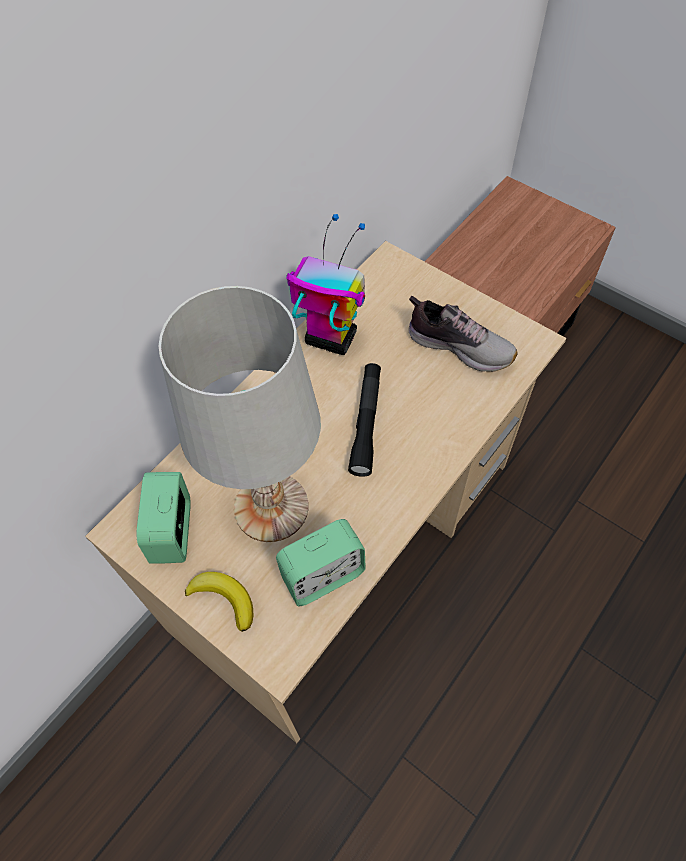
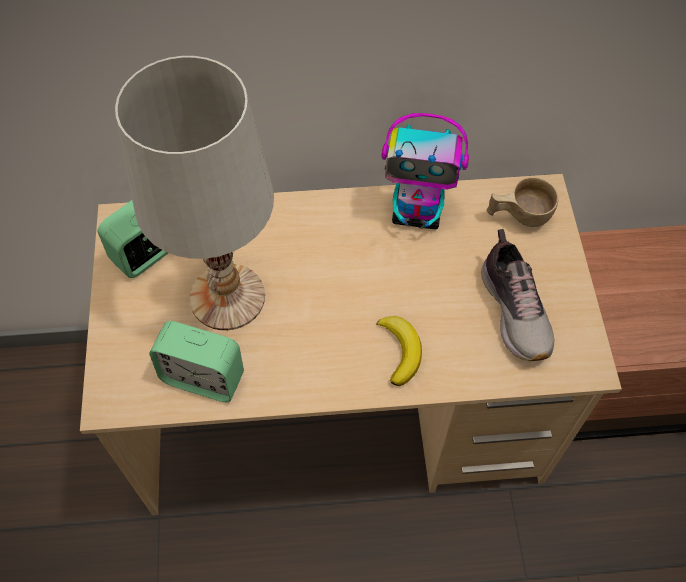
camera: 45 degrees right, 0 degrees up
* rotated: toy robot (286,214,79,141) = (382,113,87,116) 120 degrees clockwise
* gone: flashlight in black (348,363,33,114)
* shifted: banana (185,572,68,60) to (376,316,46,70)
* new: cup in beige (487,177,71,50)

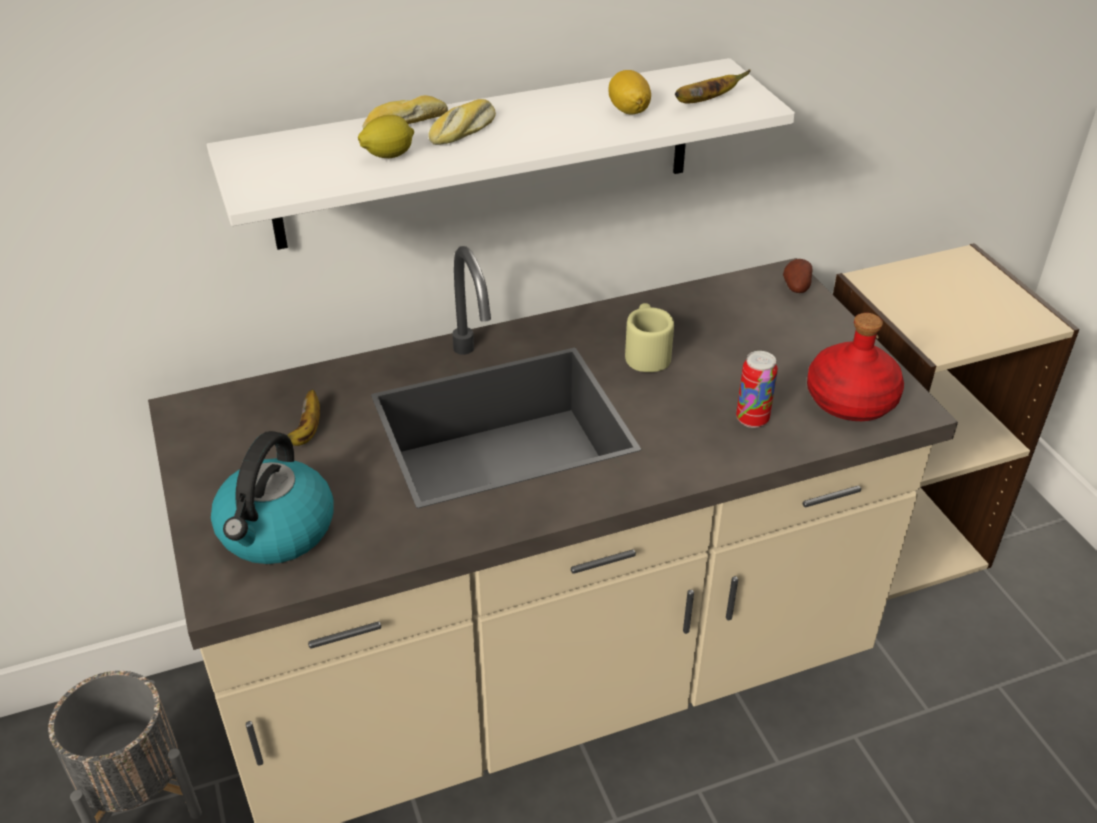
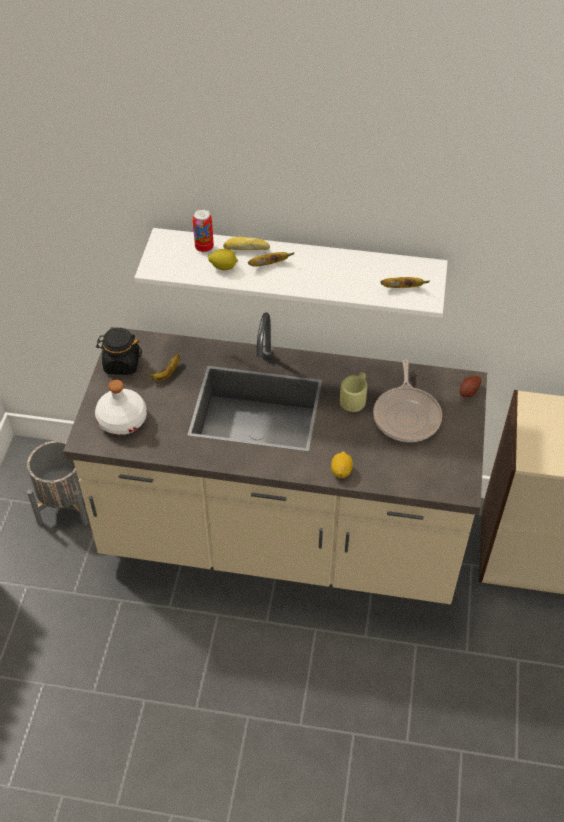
camera: 30 degrees right, 10 degrees up
* shifted: lemon (609,70,42,44) to (331,451,22,27)
* swapped: bread (429,99,67,46) to banana (248,252,46,15)
* gone: bottle in red (807,313,97,108)
* shifted: can (736,351,42,77) to (193,209,21,43)
* swapped: kettle (211,431,123,133) to bottle in white (95,380,52,55)
* new: jar in black (96,328,46,47)
* new: frying pan (373,360,69,82)

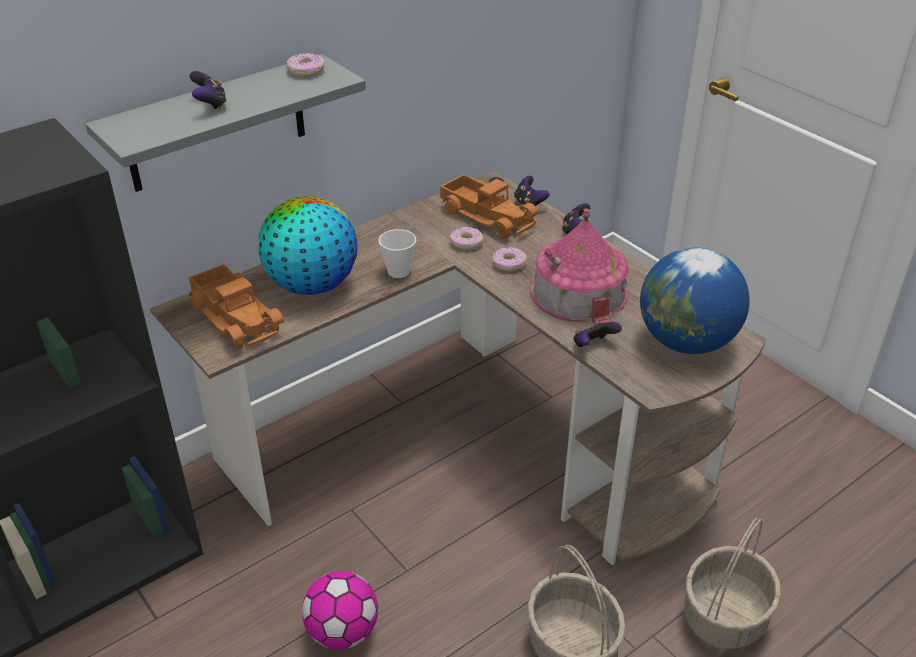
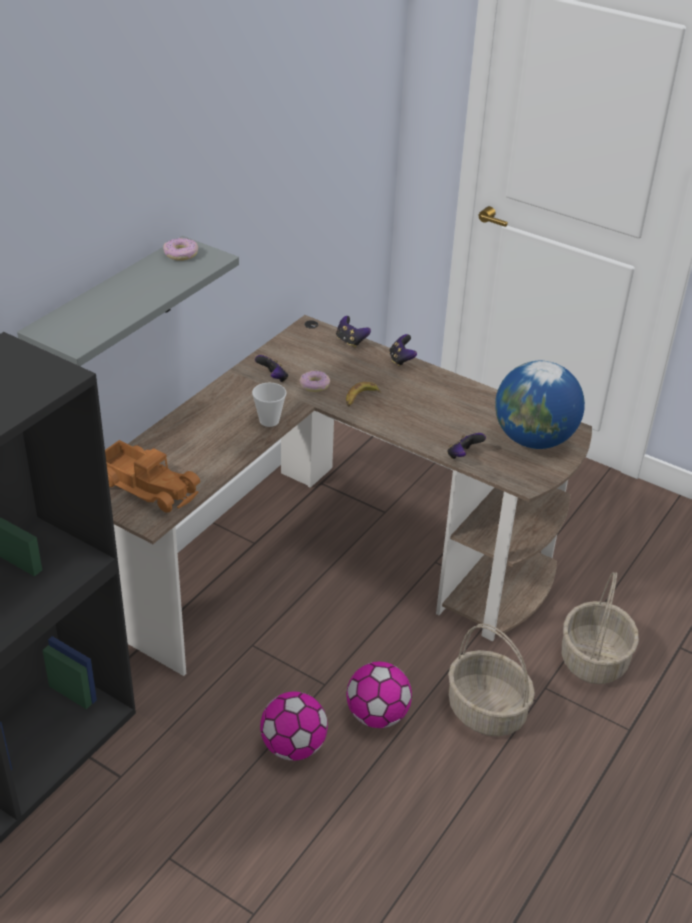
camera: 20 degrees left, 0 degrees up
* shifted: game controller (189,71,38,40) to (255,355,33,27)
* gone: toy truck (440,174,98,64)
* gone: globe (258,196,99,99)
* gone: toy house (531,209,97,114)
* swapped: donut (492,247,35,25) to banana (346,382,35,25)
* new: football (347,662,65,66)

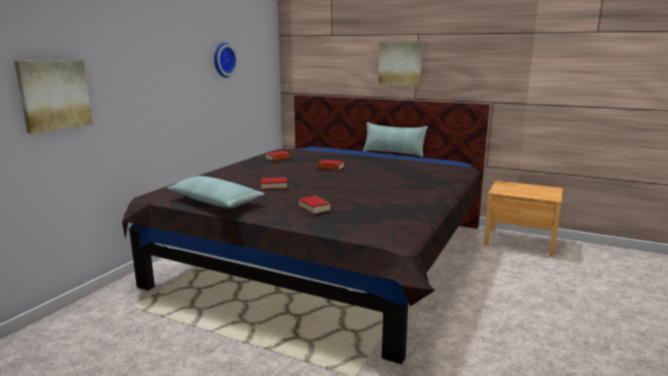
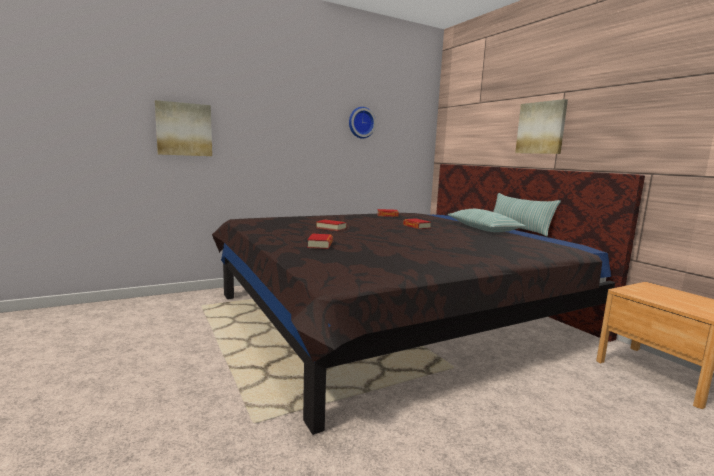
camera: 35 degrees right, 5 degrees down
* shifted: pillow (167,176,98,32) to (448,209,78,23)

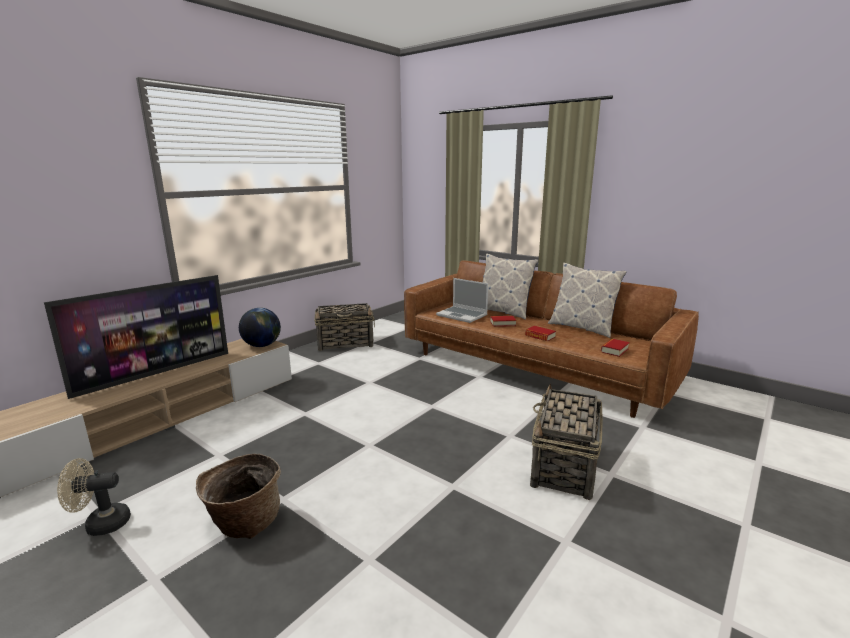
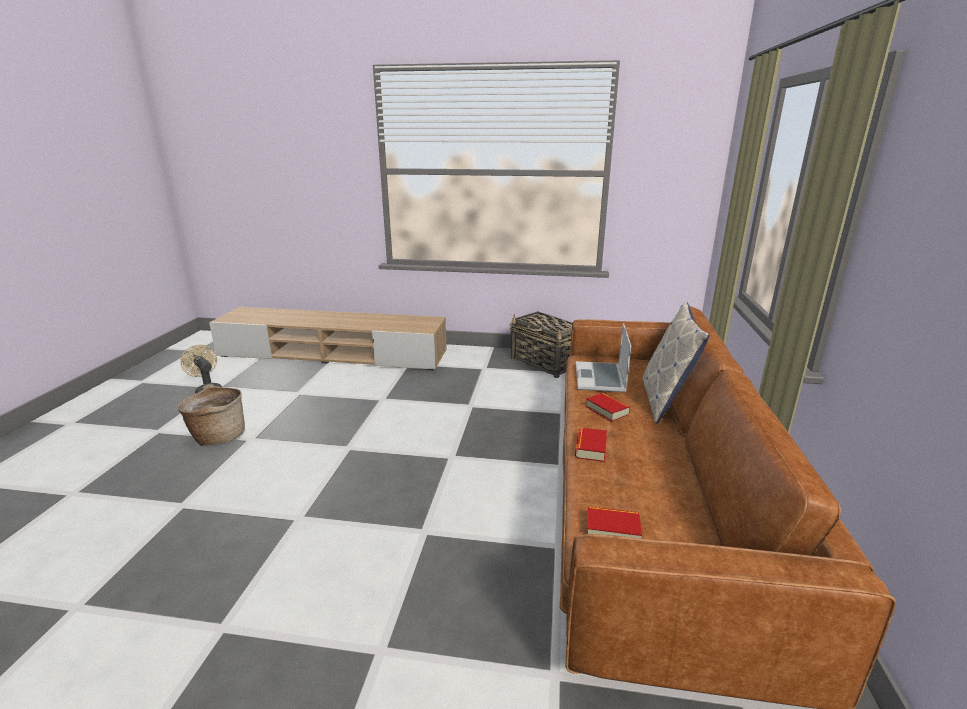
camera: 60 degrees right, 5 degrees up
* gone: pillow (548,263,79,75)
* gone: television (44,275,184,124)
* gone: globe (239,308,42,39)
* gone: basket (530,384,73,116)

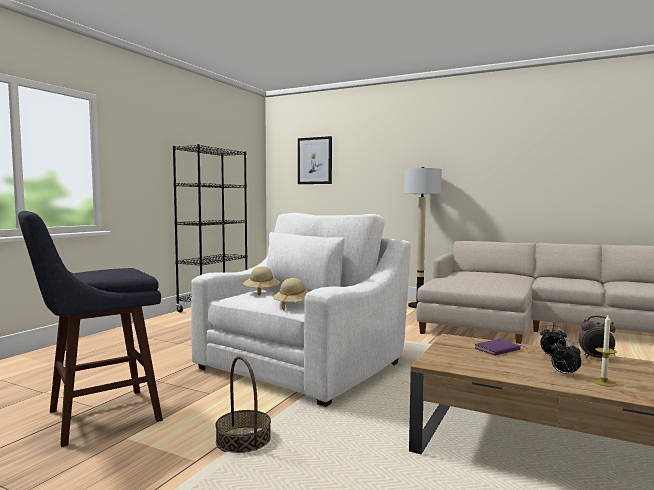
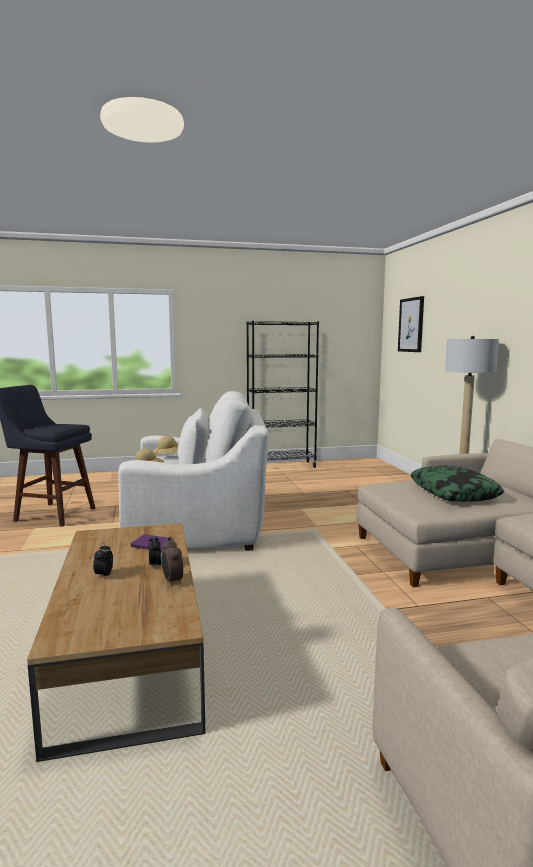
camera: 50 degrees right, 5 degrees up
* gone: candle (592,315,25,72)
* gone: basket (215,356,56,97)
* new: pillow (410,466,94,36)

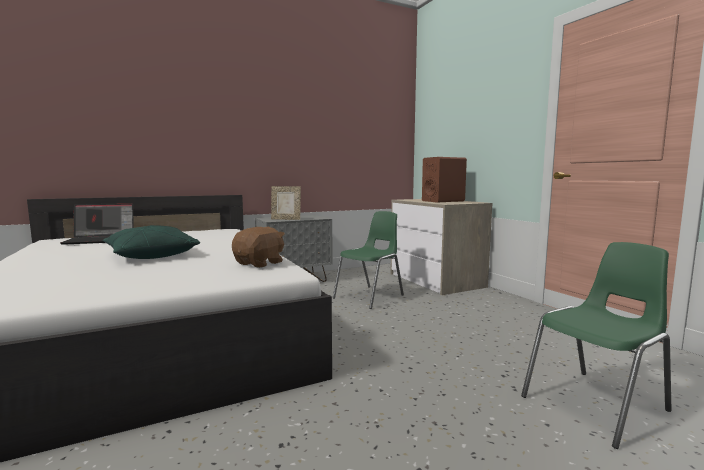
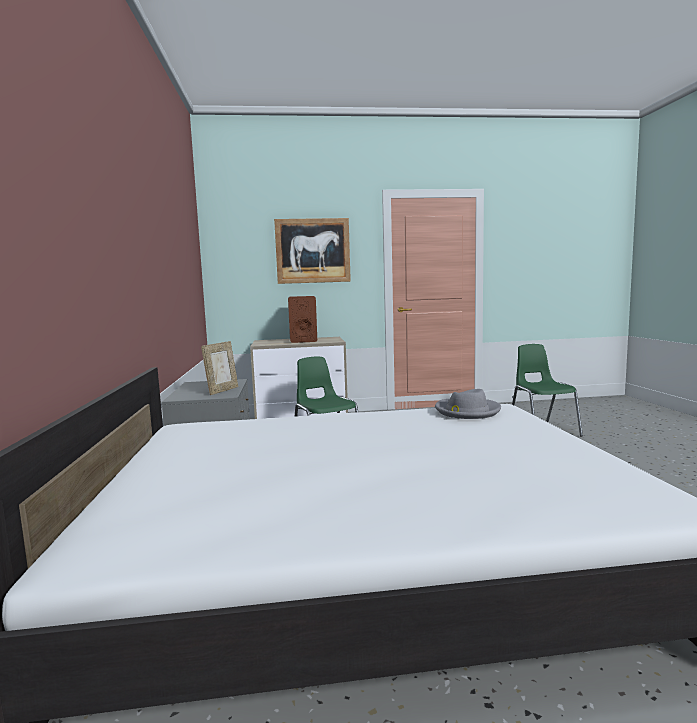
camera: 70 degrees left, 0 degrees up
* gone: laptop (60,203,74,42)
* gone: pillow in green (103,225,97,34)
* swapped: plush toy in brown (232,227,53,41) to hat in grey (435,389,66,30)
* new: picture (274,218,77,66)

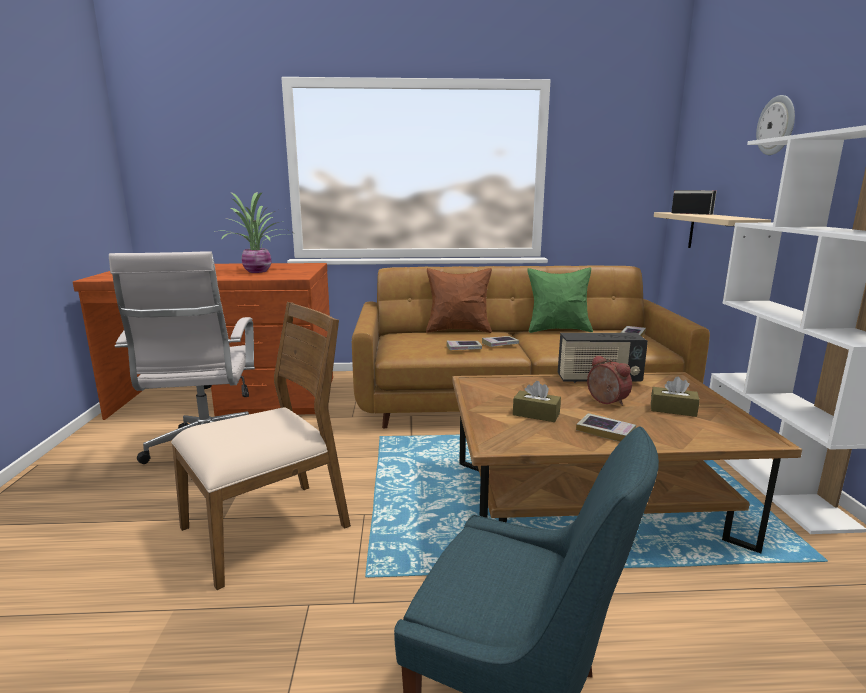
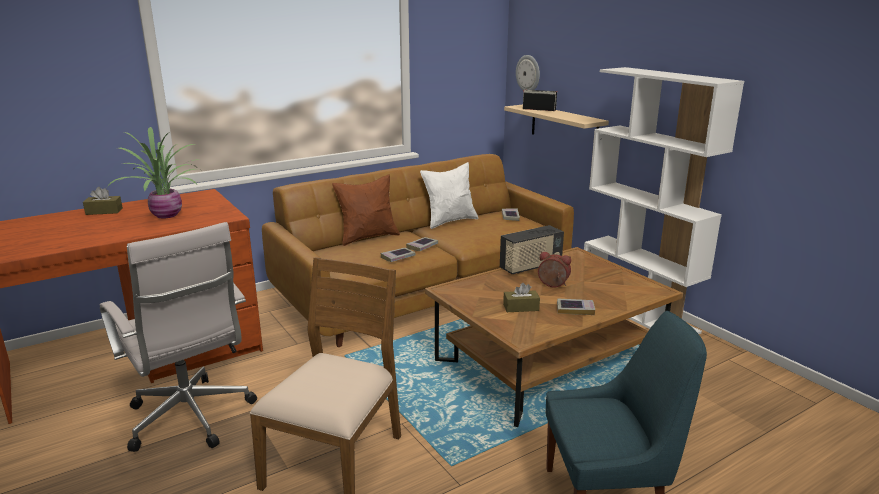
camera: 30 degrees left, 5 degrees up
* shifted: wall clock (756,95,39,60) to (516,55,24,36)
* repainted: pillow in green (527,268,66,65) to pillow in white (420,162,58,67)
* shifted: tissue box in brown (651,377,49,40) to (83,187,40,28)

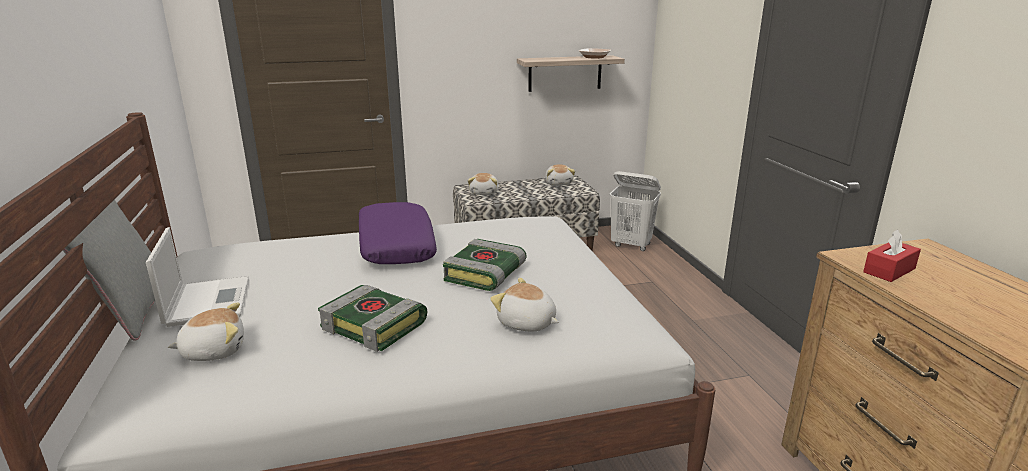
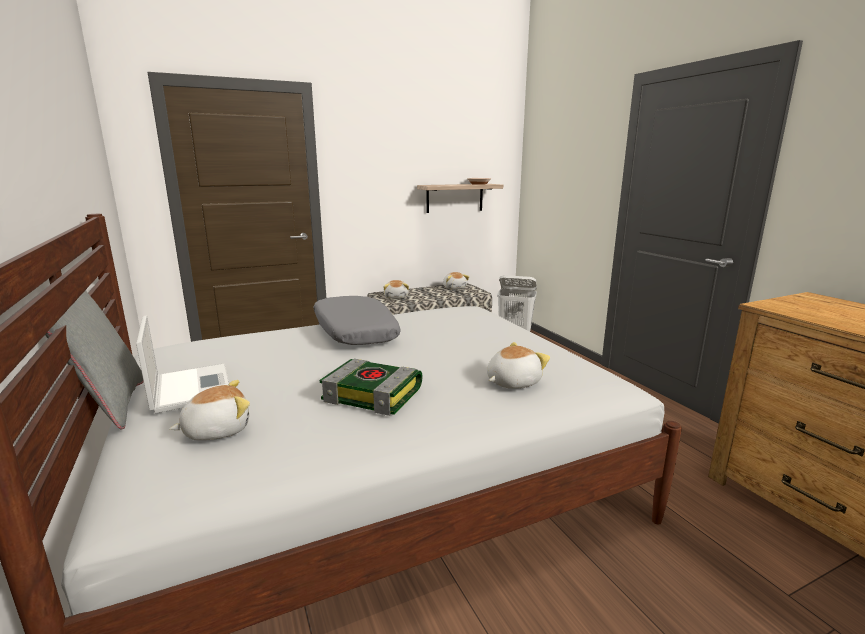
camera: 10 degrees left, 5 degrees down
* repainted: pillow in purple (359,202,78,62) to pillow in grey (313,296,88,49)
* gone: tissue box in red (863,229,58,53)
* gone: book (443,239,84,52)
* rotated: plush toy (490,278,69,54) = (487,342,63,47) 120 degrees clockwise

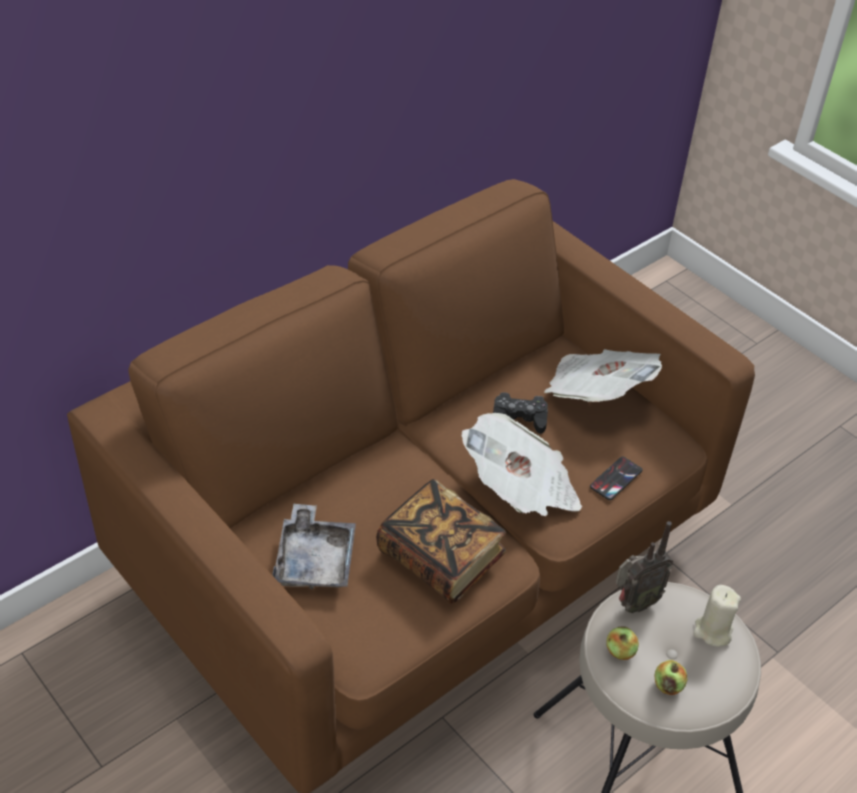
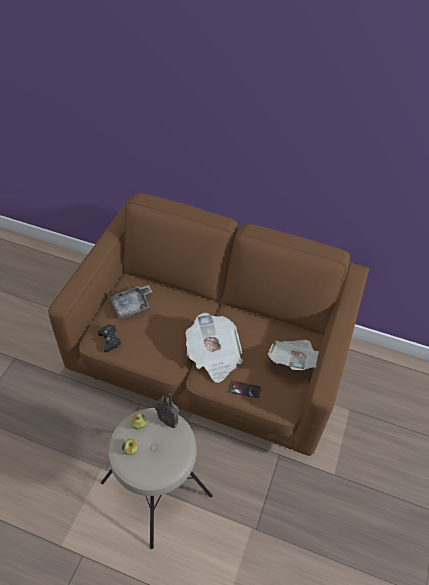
camera: 60 degrees right, 5 degrees up
* shifted: game controller in black (493,392,55,42) to (98,324,24,29)
* gone: book (376,479,130,124)
* gone: candle in beige (693,585,48,62)

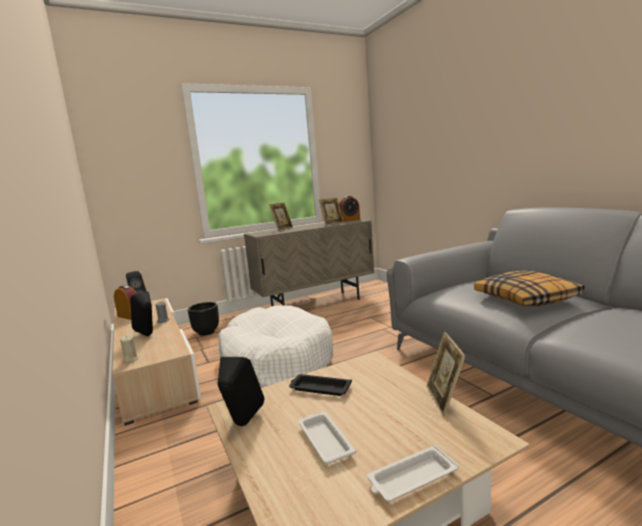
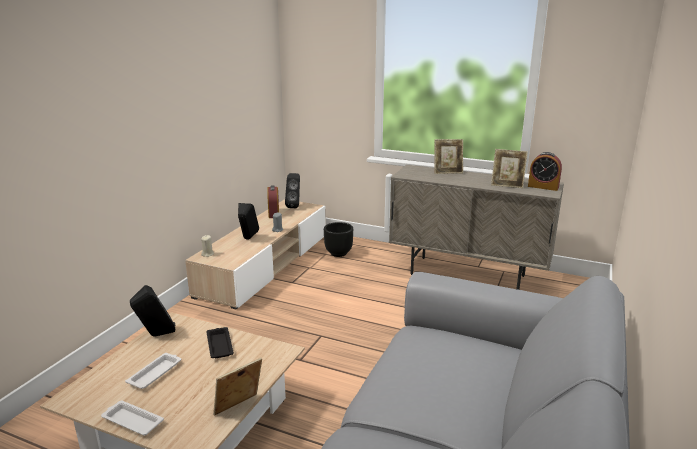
camera: 50 degrees right, 10 degrees up
* gone: pillow (474,271,111,35)
* gone: dog bed in white (219,305,114,83)

